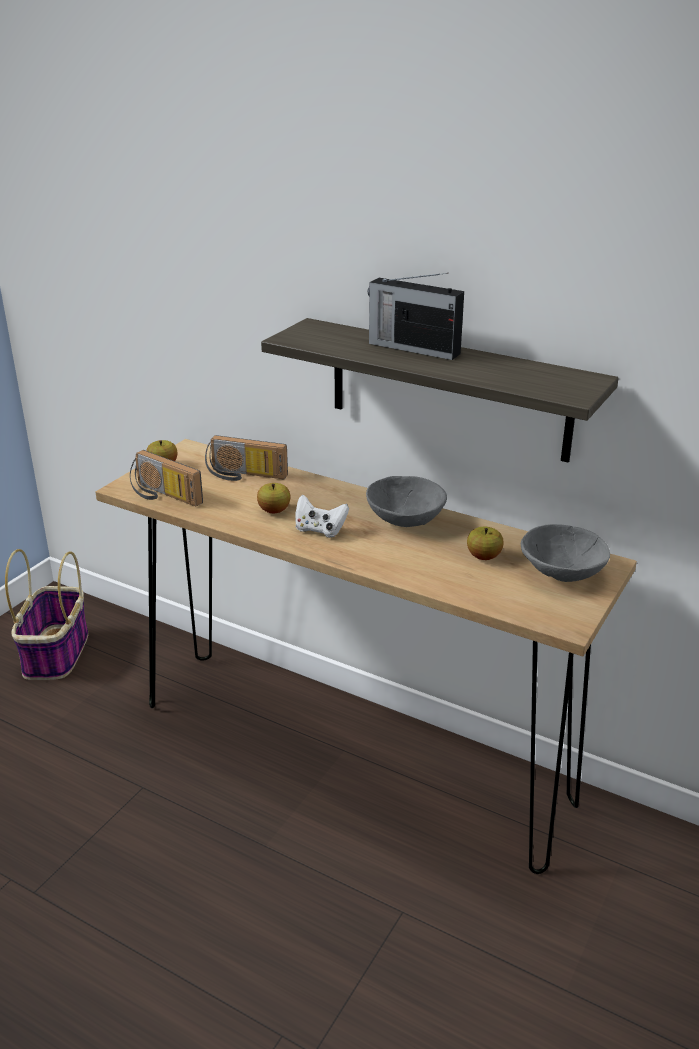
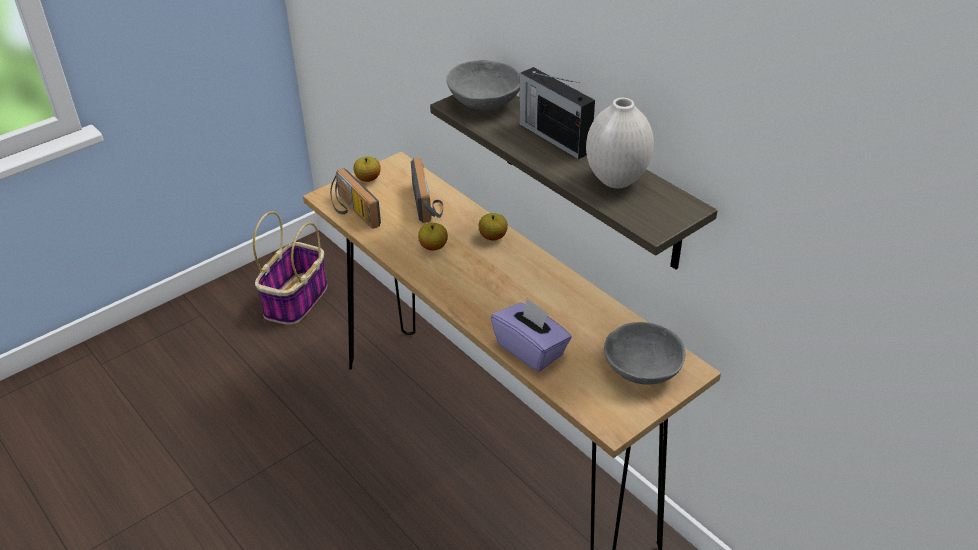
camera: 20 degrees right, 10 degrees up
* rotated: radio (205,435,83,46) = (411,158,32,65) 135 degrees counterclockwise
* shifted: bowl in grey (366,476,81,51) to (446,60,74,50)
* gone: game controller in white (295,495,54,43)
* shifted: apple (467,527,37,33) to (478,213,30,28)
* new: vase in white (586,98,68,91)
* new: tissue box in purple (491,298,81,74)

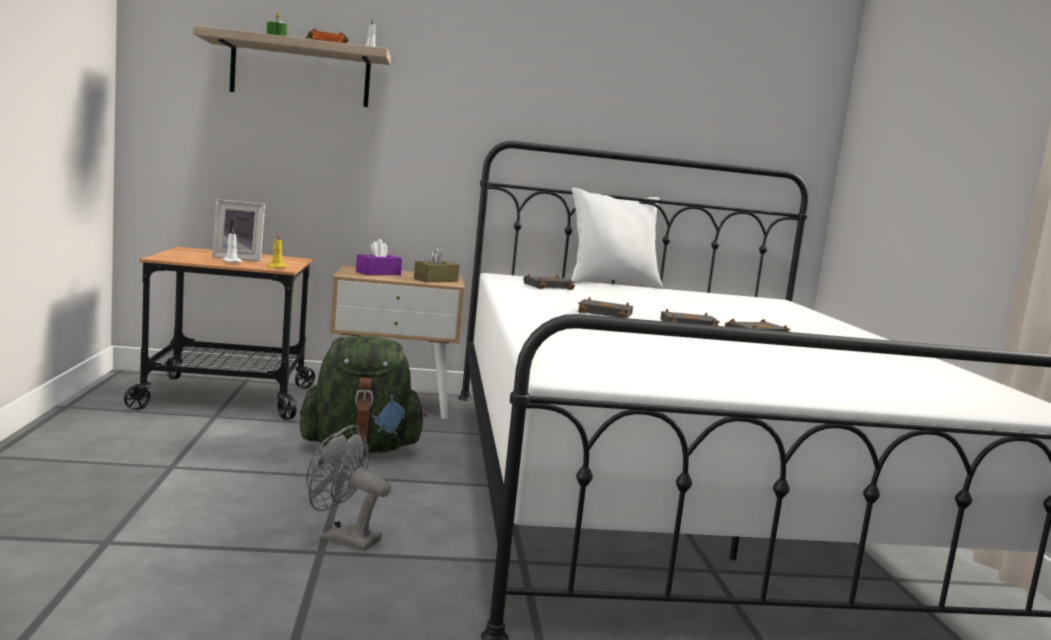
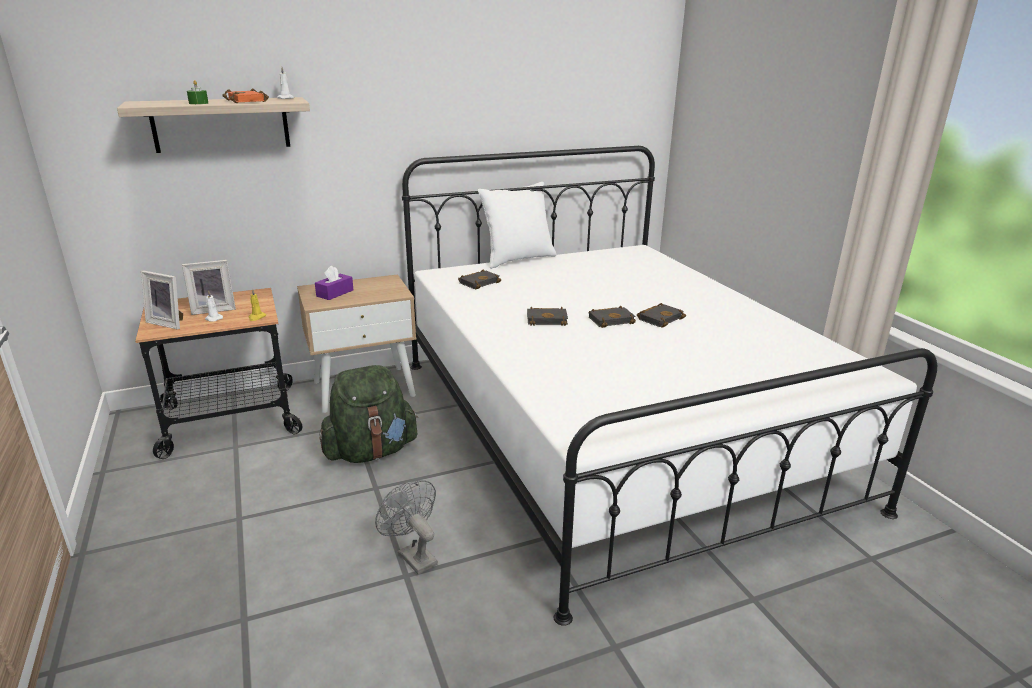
camera: 15 degrees left, 15 degrees up
* gone: tissue box in brown (414,246,45,36)
* rotated: fan in grey (306,425,85,126) = (375,480,63,95) 45 degrees clockwise
* new: picture frame (141,270,42,60)

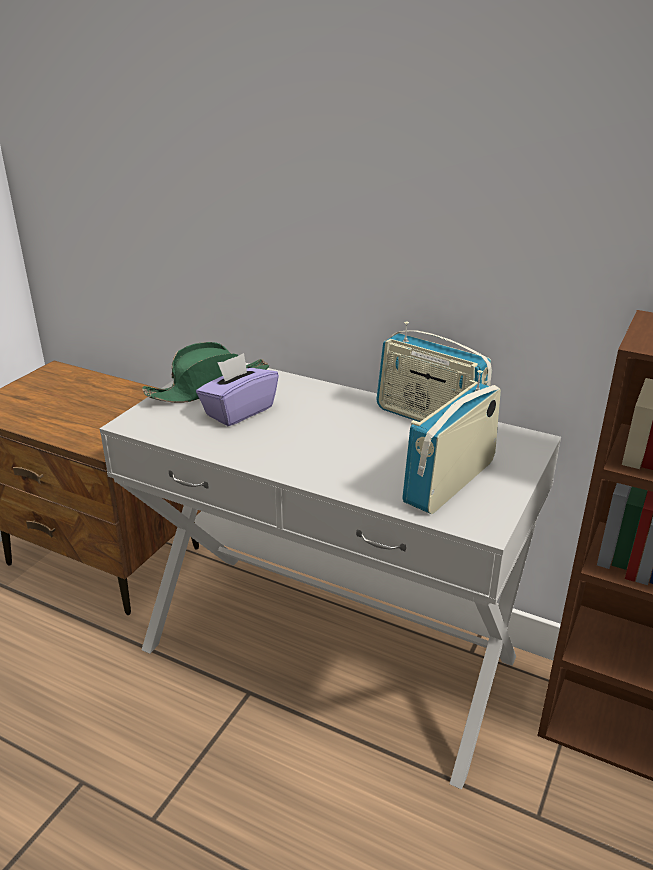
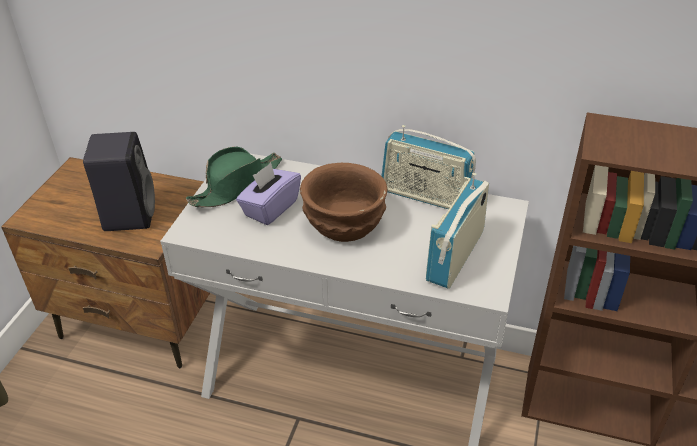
camera: 10 degrees left, 10 degrees up
* new: speaker in black (83,132,72,99)
* new: bowl in brown (300,163,87,79)

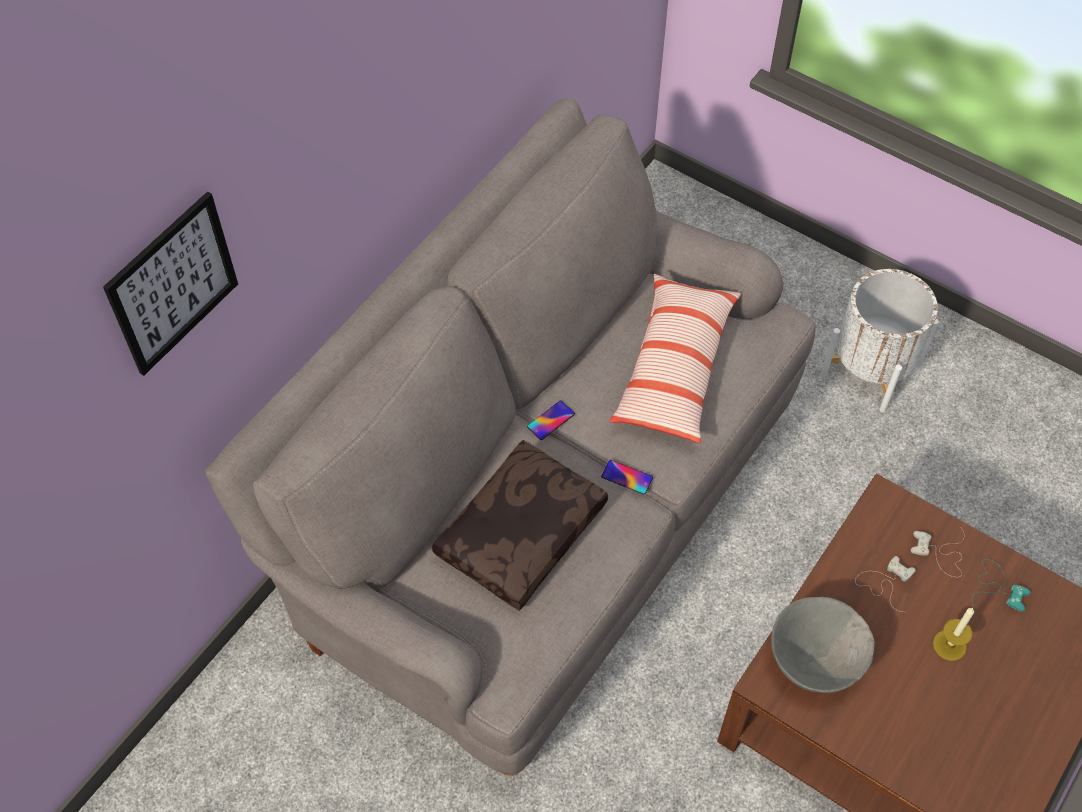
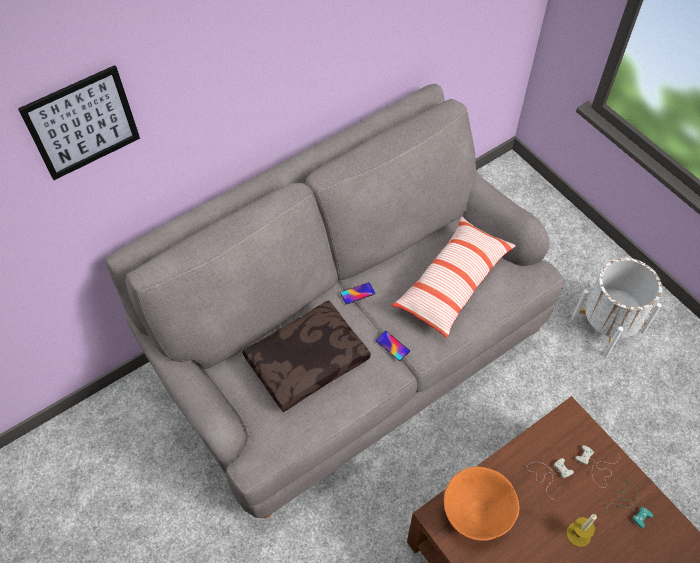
camera: 20 degrees right, 0 degrees up
* repainted: bowl in grey (771,597,104,96) to bowl in orange (444,467,75,74)

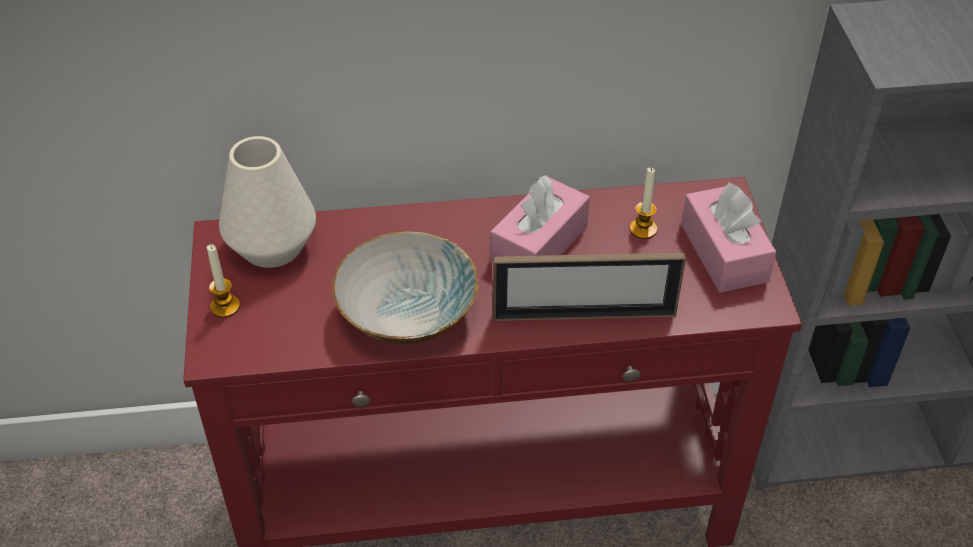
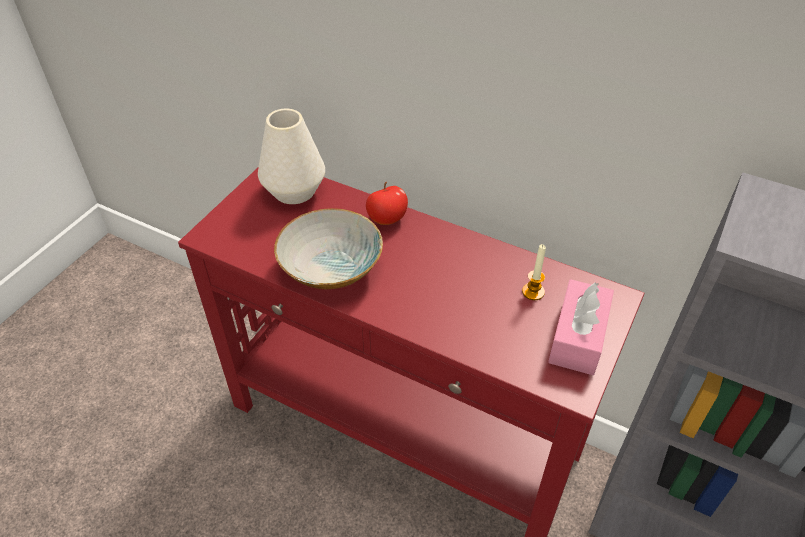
camera: 35 degrees right, 0 degrees up
* gone: tissue box in pink (490,175,100,88)
* gone: candle (207,244,33,74)
* gone: picture frame (493,252,193,69)
* new: apple (366,182,42,43)

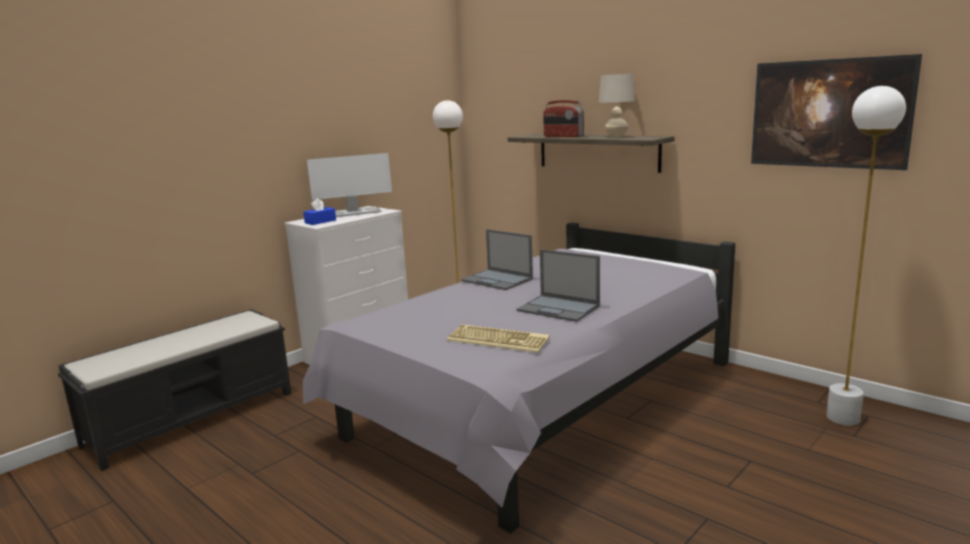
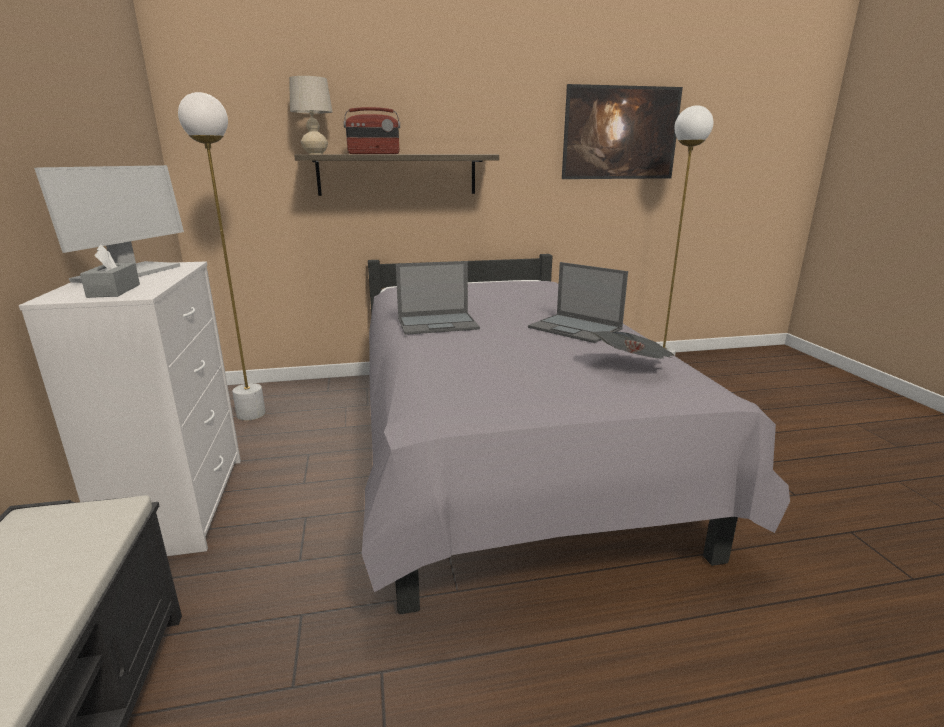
camera: 55 degrees left, 5 degrees up
* shifted: table lamp in beige (599,74,36,63) to (289,76,43,78)
* repainted: tissue box in blue (303,198,33,27) to tissue box in grey (80,245,60,53)
* rotated: laptop (517,249,83,73) = (528,262,100,81) 60 degrees clockwise
* swapped: keyboard (447,324,103,29) to newspaper (590,331,84,28)

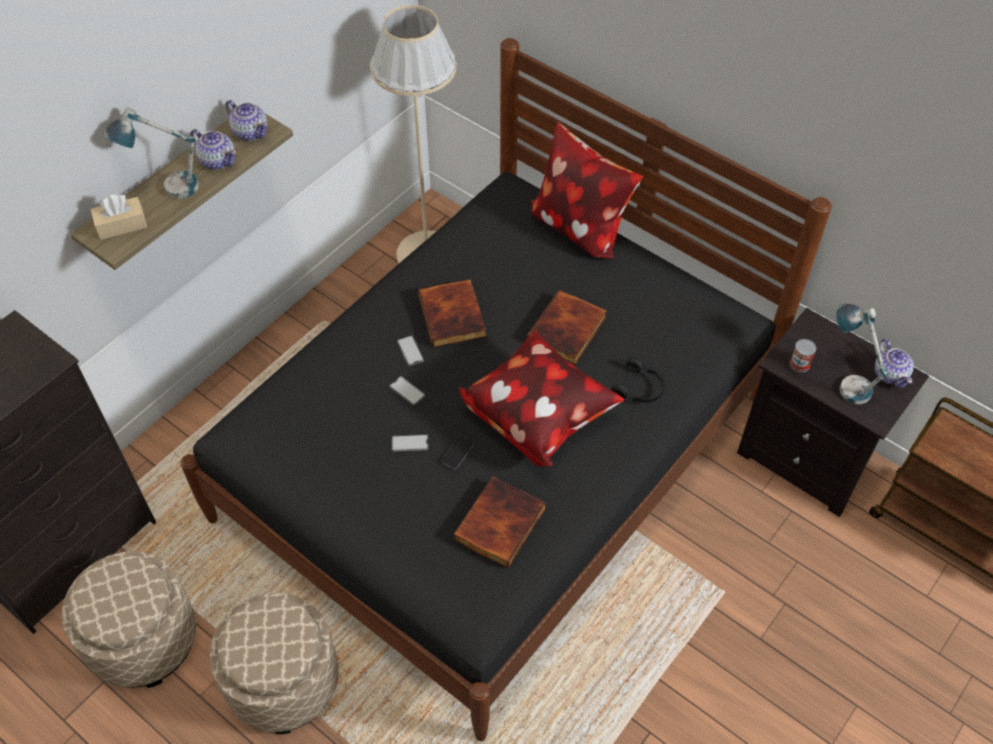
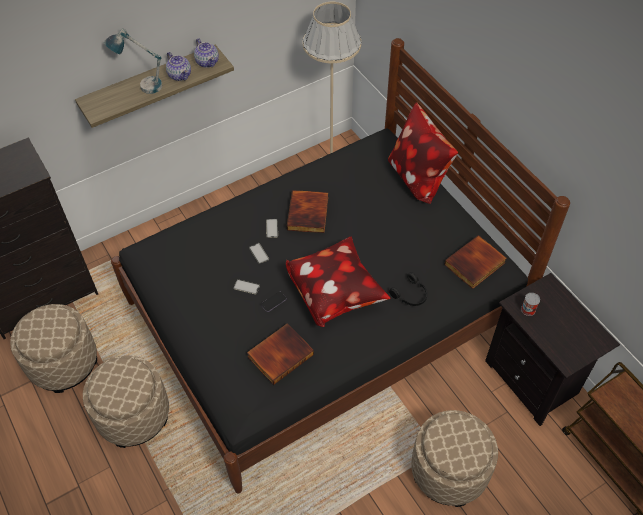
camera: 20 degrees right, 0 degrees up
* gone: tissue box in beige (91,195,56,45)
* shifted: book (526,290,81,74) to (444,235,63,54)
* gone: table lamp (836,304,51,100)
* gone: teapot (874,339,40,49)
* new: ottoman in beige (411,410,87,97)

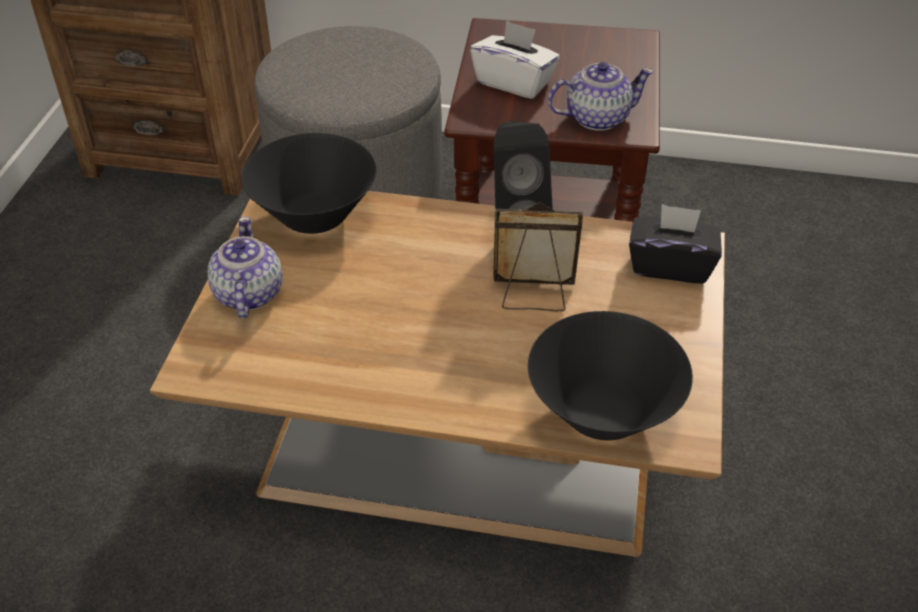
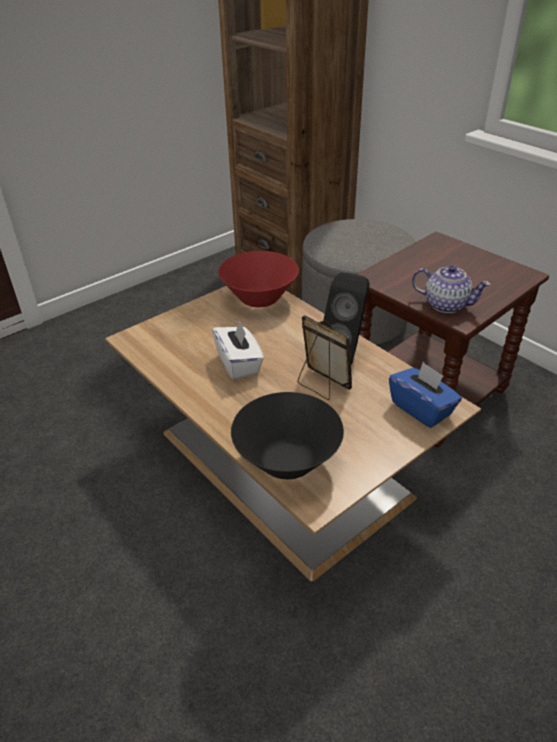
camera: 40 degrees right, 5 degrees down
* shifted: tissue box in white (470,20,90,79) to (212,320,52,60)
* repainted: bowl in black (241,133,136,101) to bowl in red (218,251,81,56)
* repainted: tissue box in black (629,204,93,80) to tissue box in blue (389,362,73,66)
* gone: teapot (207,216,75,103)

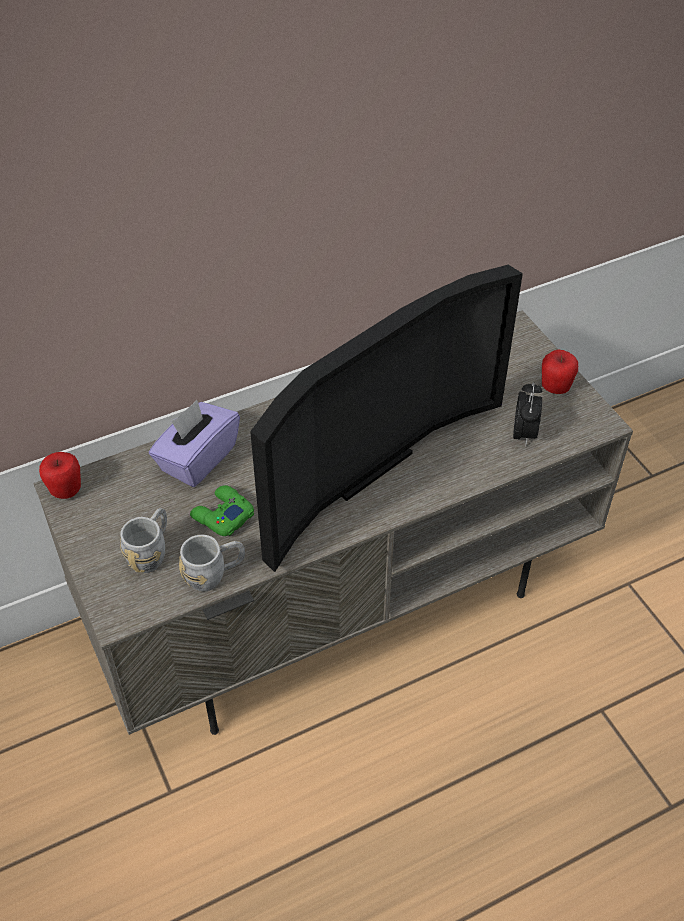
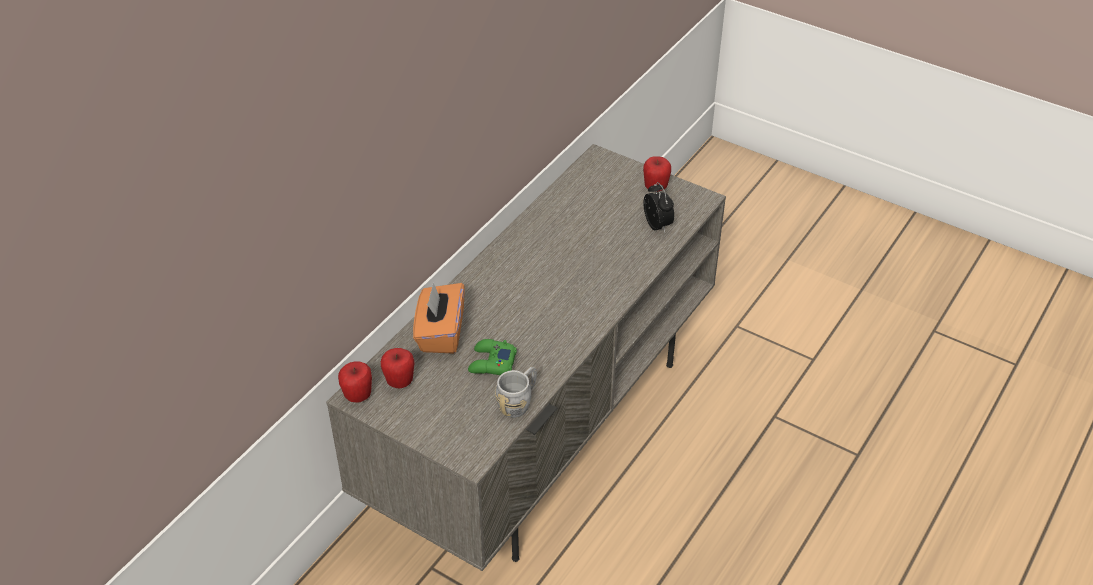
camera: 30 degrees left, 5 degrees down
* gone: television (250,265,273,307)
* repainted: tissue box in purple (149,400,91,87) to tissue box in orange (413,283,52,71)
* gone: mug in grey (120,508,47,65)
* new: apple (381,348,34,40)

